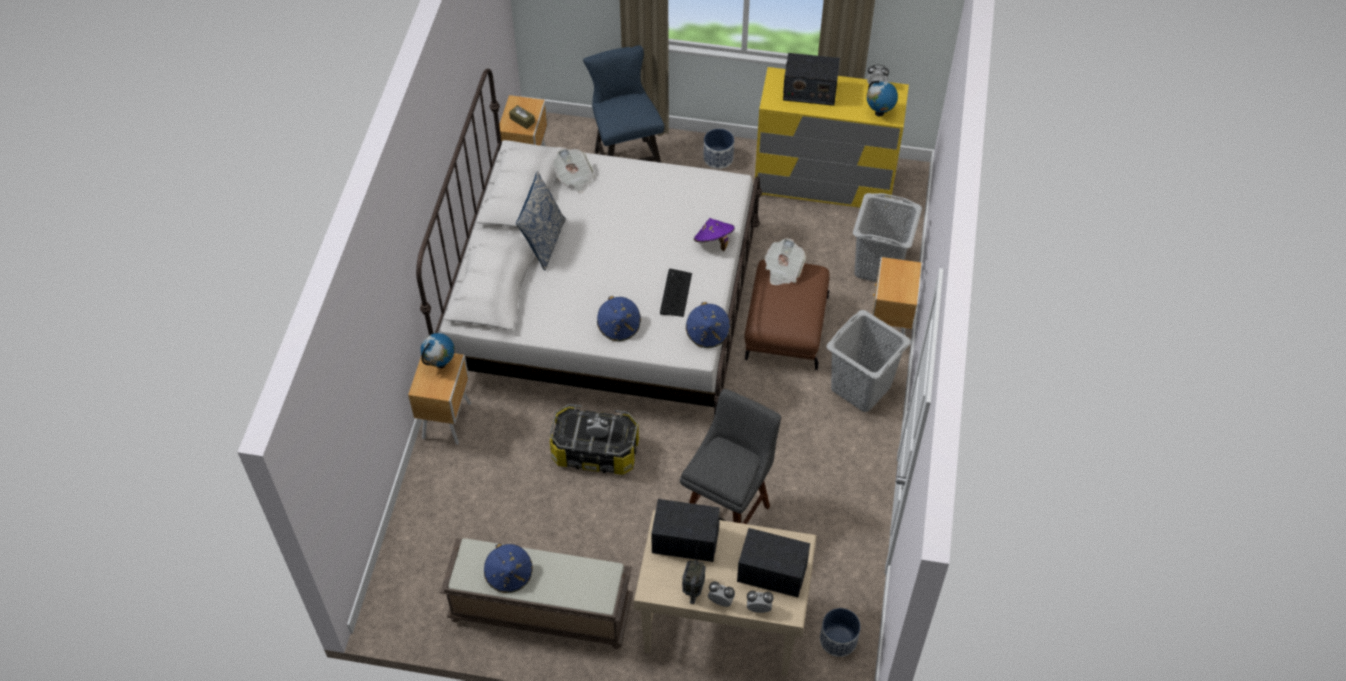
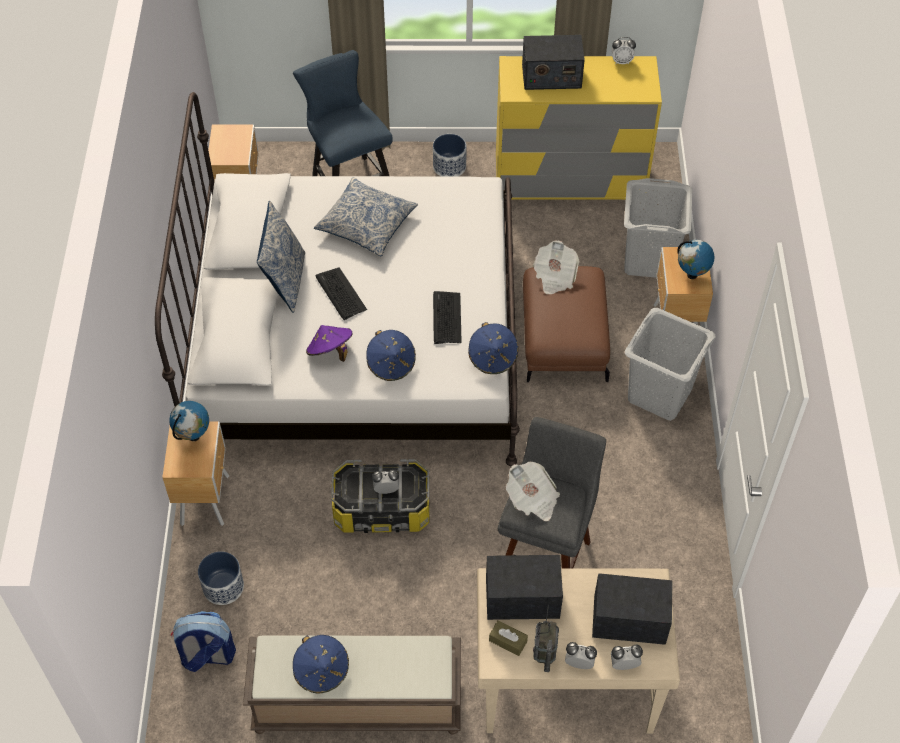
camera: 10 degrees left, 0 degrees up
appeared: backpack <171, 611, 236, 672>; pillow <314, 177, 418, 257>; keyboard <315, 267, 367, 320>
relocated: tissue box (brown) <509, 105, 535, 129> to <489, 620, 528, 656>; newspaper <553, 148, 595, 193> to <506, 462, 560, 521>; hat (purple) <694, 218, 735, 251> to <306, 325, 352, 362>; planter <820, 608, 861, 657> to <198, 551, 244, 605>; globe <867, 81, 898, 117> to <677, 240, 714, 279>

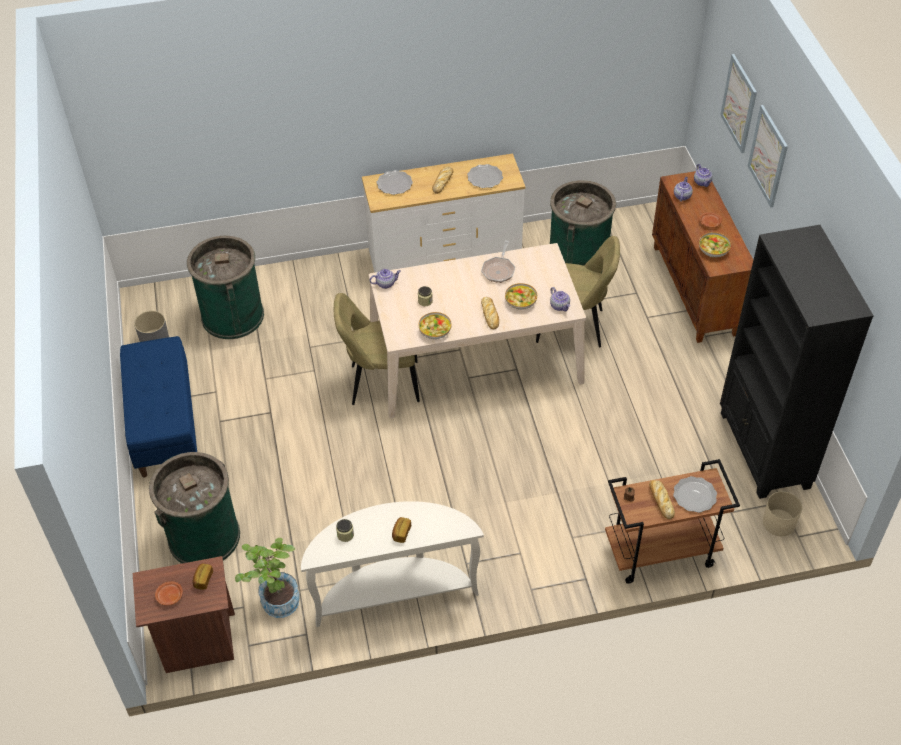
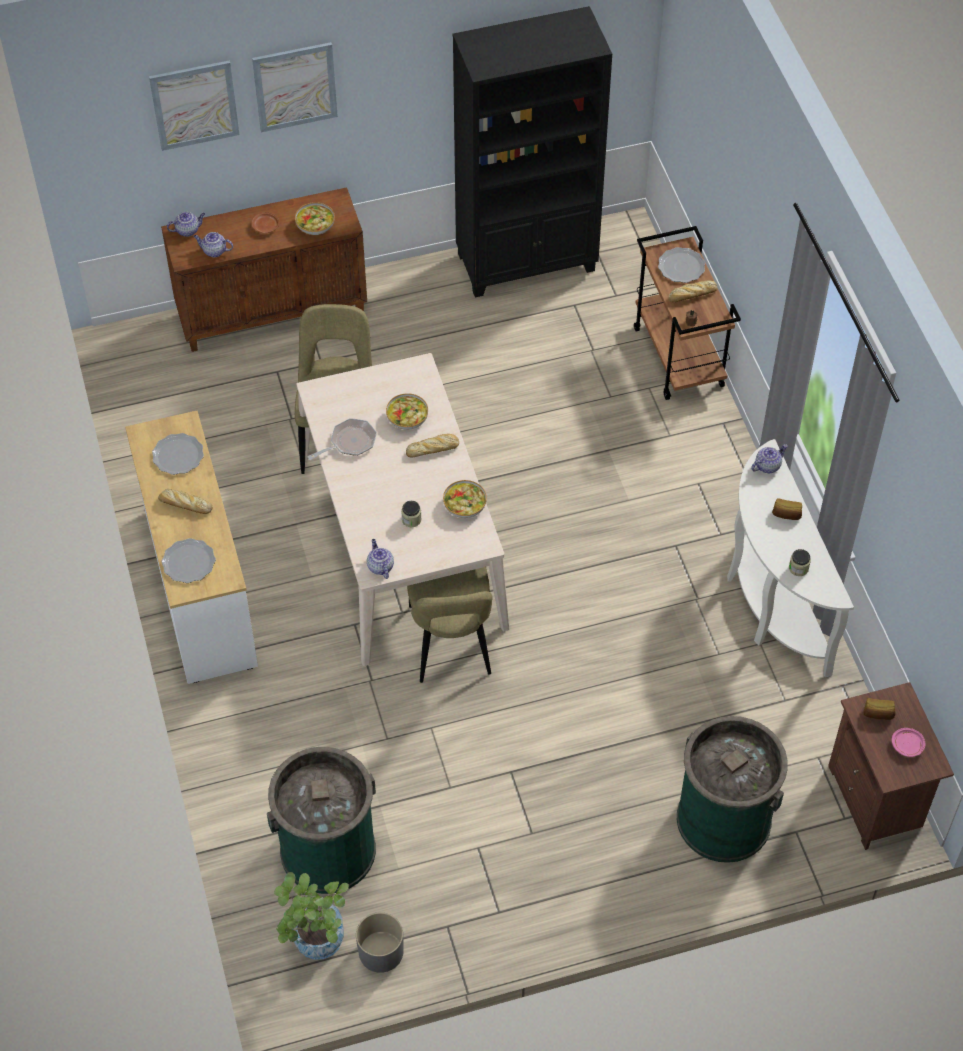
camera: 95 degrees left, 5 degrees up
missing: bench (blue) <120, 336, 197, 477>; trash can (green) <550, 180, 616, 273>; planter (beige) <763, 491, 802, 536>
relocated: potted plant <235, 538, 300, 618> to <274, 872, 349, 960>; teapot <550, 287, 570, 311> to <751, 444, 788, 473>
colour: plate (brown) <155, 581, 183, 605> to plate (pink) <892, 728, 925, 757>
spun: frying pan <481, 240, 515, 283> = <307, 418, 377, 460> 45 degrees counterclockwise

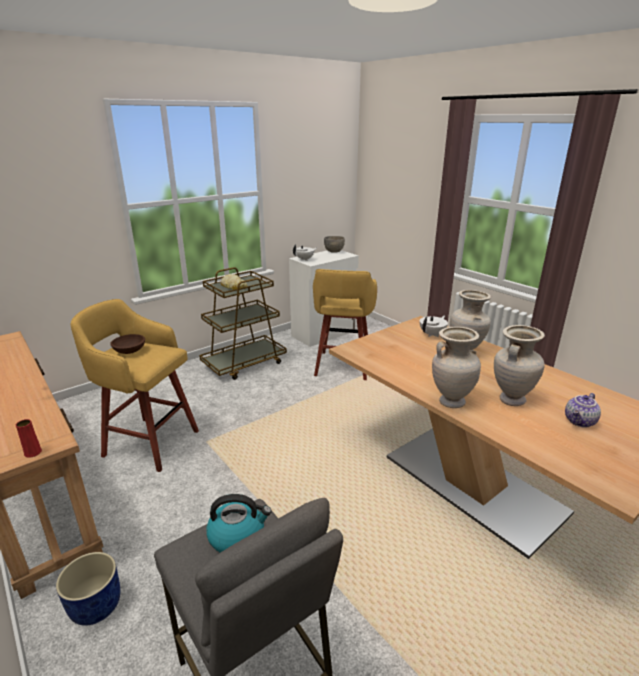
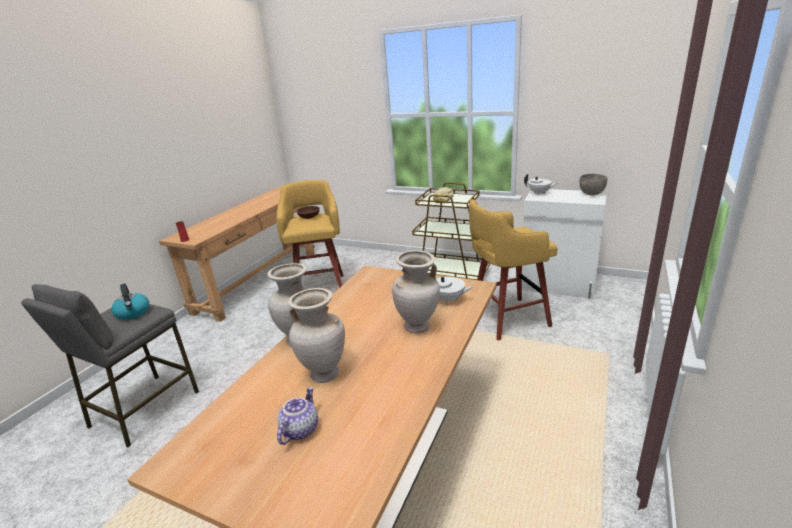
camera: 65 degrees right, 0 degrees up
missing: planter (blue) <56, 552, 120, 626>
spun: teapot <565, 393, 601, 428> = <277, 387, 318, 445> 90 degrees clockwise

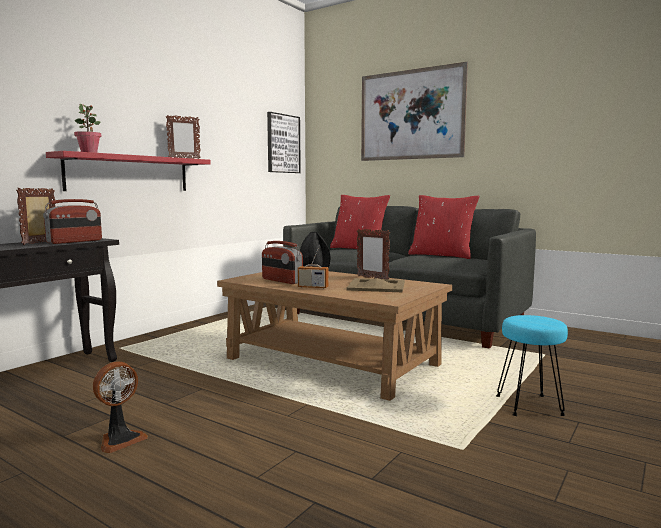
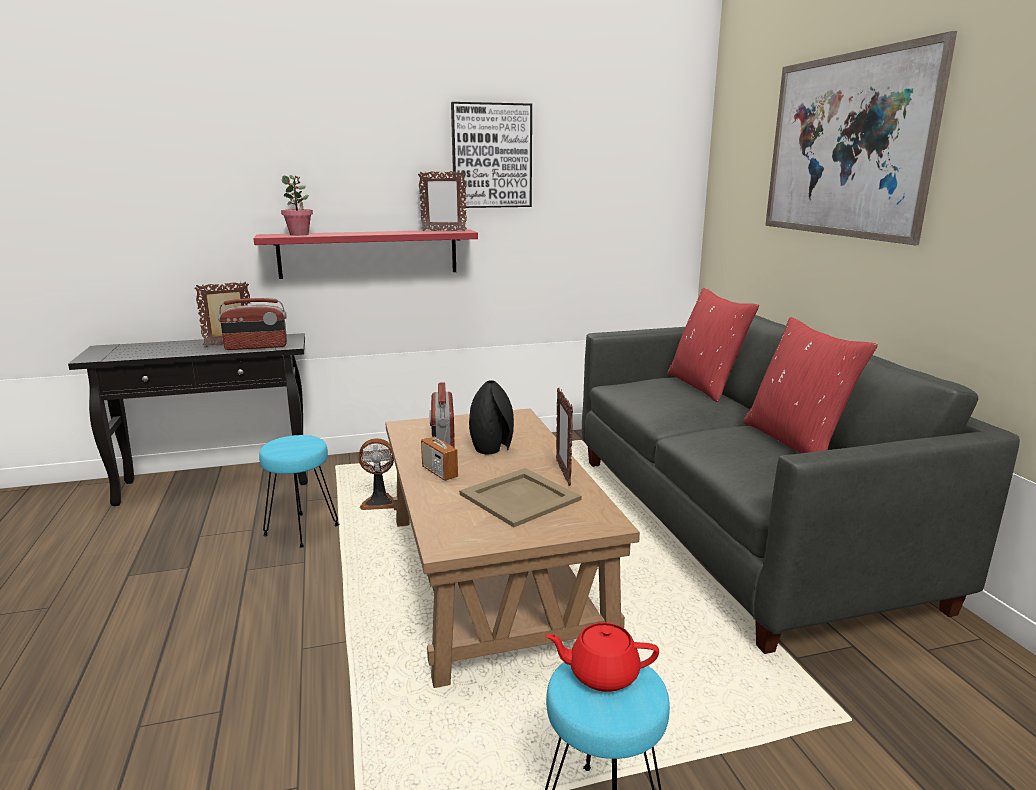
camera: 40 degrees right, 10 degrees up
appeared: stool (turquoise) <259, 435, 339, 548>; teapot (red) <545, 623, 659, 692>
relocated: fan <93, 362, 148, 453> to <359, 438, 394, 510>; picture <267, 112, 301, 173> to <451, 102, 532, 208>

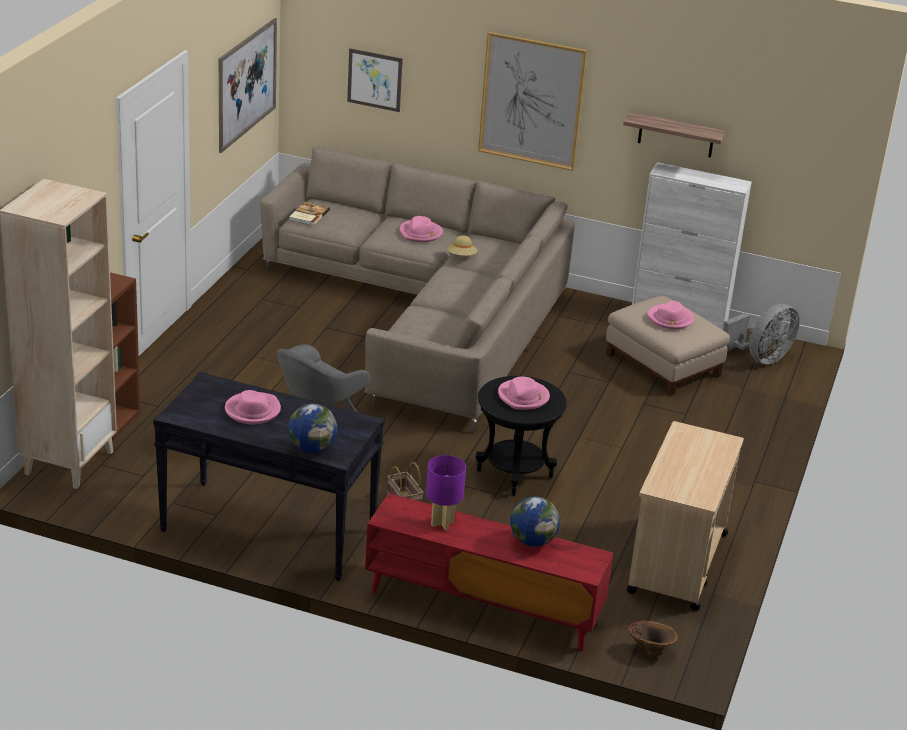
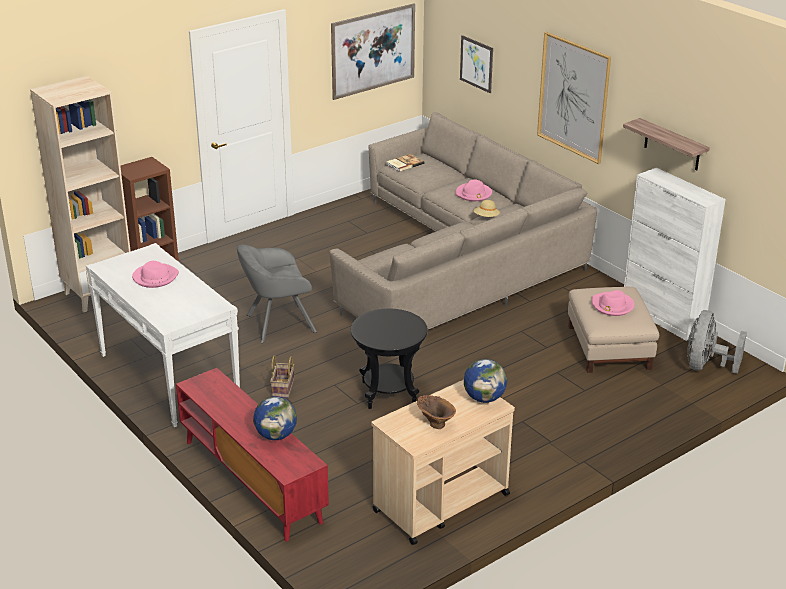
camera: 35 degrees right, 0 degrees up
missing: table lamp (purple) <426, 455, 466, 531>; hat (pink) <498, 376, 550, 410>
relocated: globe <288, 404, 338, 453> to <464, 359, 507, 403>; vase (brown) <628, 620, 678, 656> to <417, 395, 456, 429>
colour: console table (black) <153, 372, 385, 581> to console table (white) <86, 243, 240, 427>
spun: fan (grey) <723, 304, 800, 365> = <687, 310, 747, 374> 120 degrees clockwise

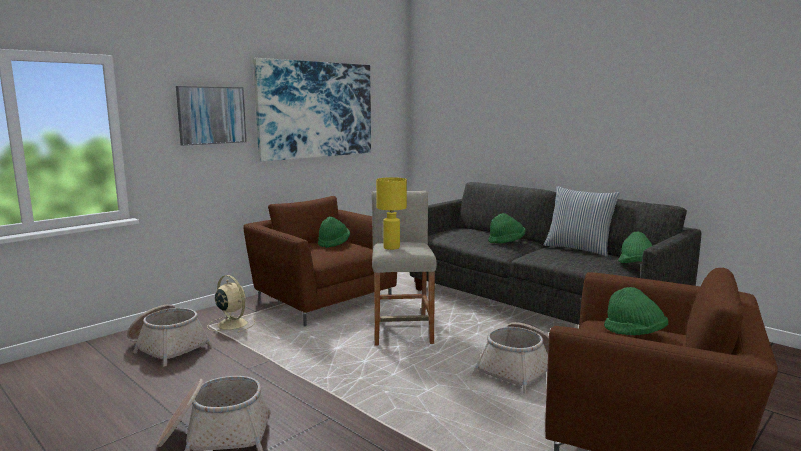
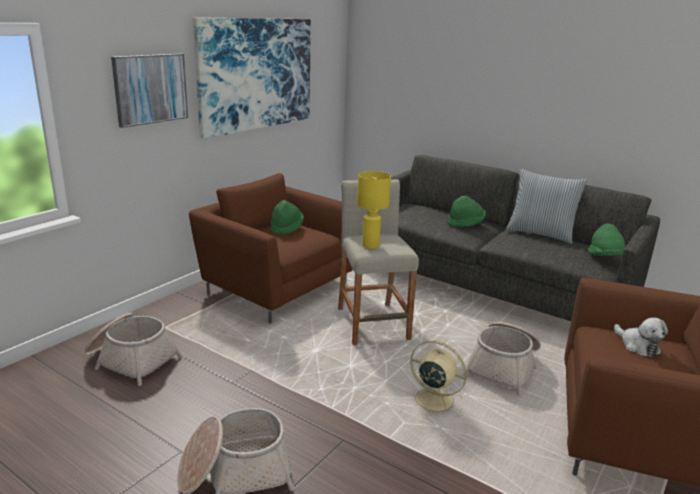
camera: 10 degrees left, 10 degrees up
relocated: fan (beige) <207, 275, 255, 333> to <404, 341, 467, 416>
exchanged: hat (green) <604, 287, 668, 335> to plush toy <614, 318, 668, 357>

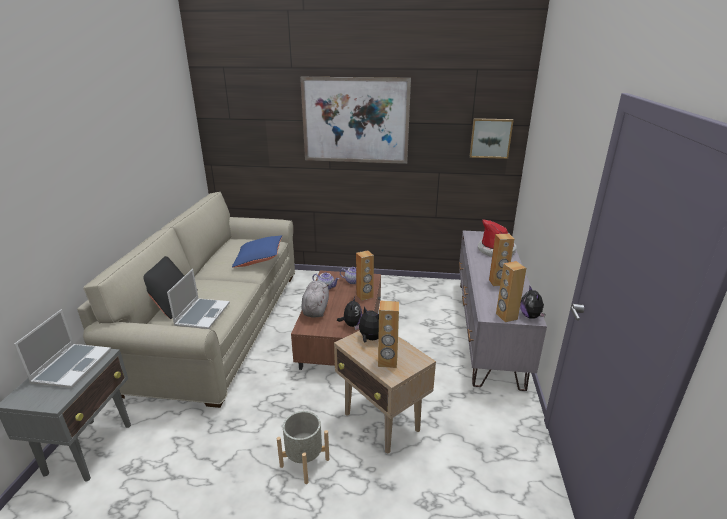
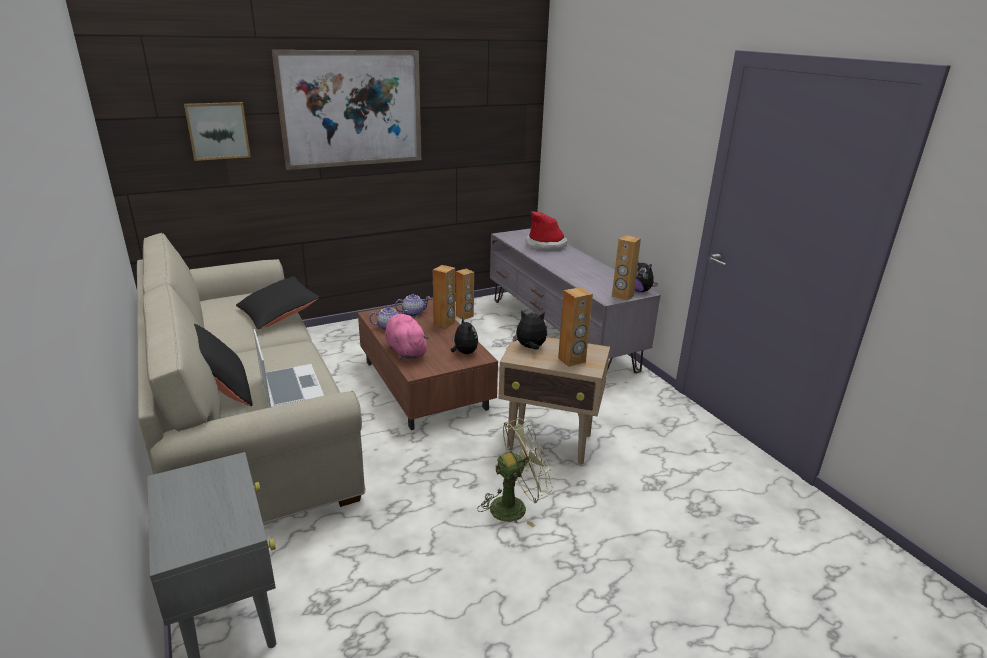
camera: 35 degrees left, 0 degrees up
missing: laptop <14, 309, 111, 388>
relocated: picture <470, 118, 514, 159> to <184, 102, 251, 161>; speaker (brown) <489, 234, 514, 286> to <456, 268, 474, 320>
exchanged: planter (grey) <277, 411, 329, 484> to fan (green) <477, 418, 553, 528>
colour: pillow (blue) <232, 235, 282, 268> to pillow (black) <236, 276, 320, 330>; plush toy (grey) <301, 281, 329, 317> to plush toy (pink) <385, 314, 429, 360>

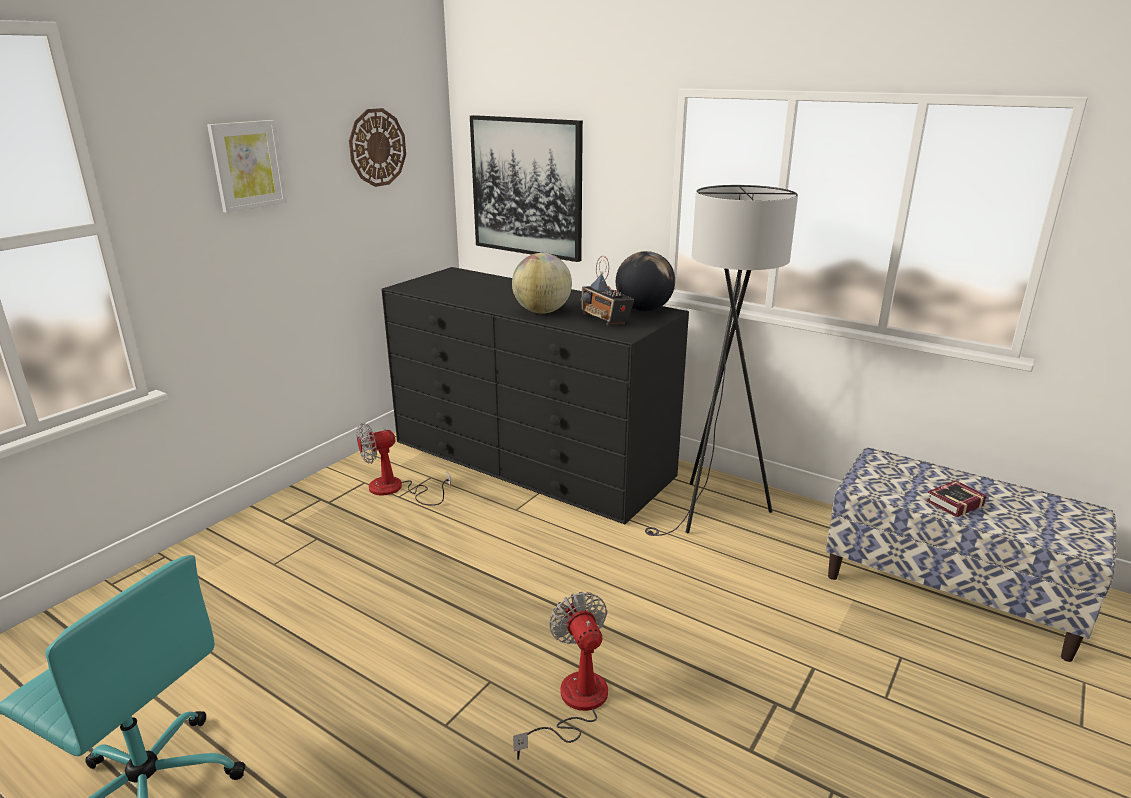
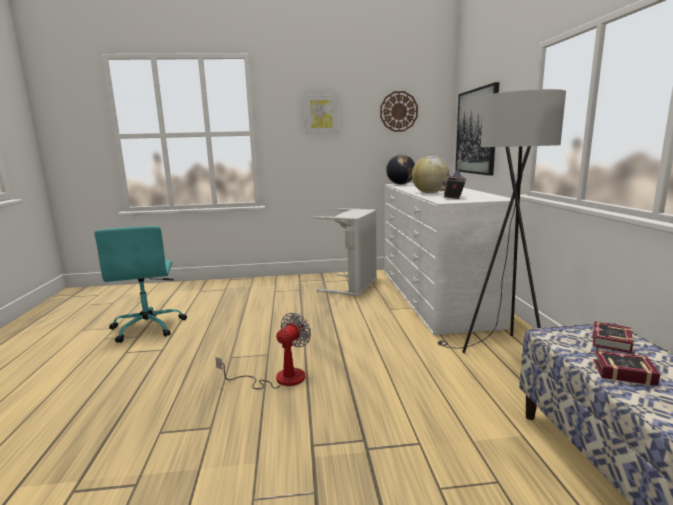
camera: 50 degrees right, 10 degrees down
appeared: book <593, 322, 634, 354>
relocated: globe <616, 251, 675, 311> to <386, 155, 415, 184>
exchanged: fan <357, 423, 451, 506> to laundry basket (grey) <313, 208, 377, 296>
colour: dresser (black) <382, 267, 689, 524> to dresser (white) <385, 183, 516, 335>

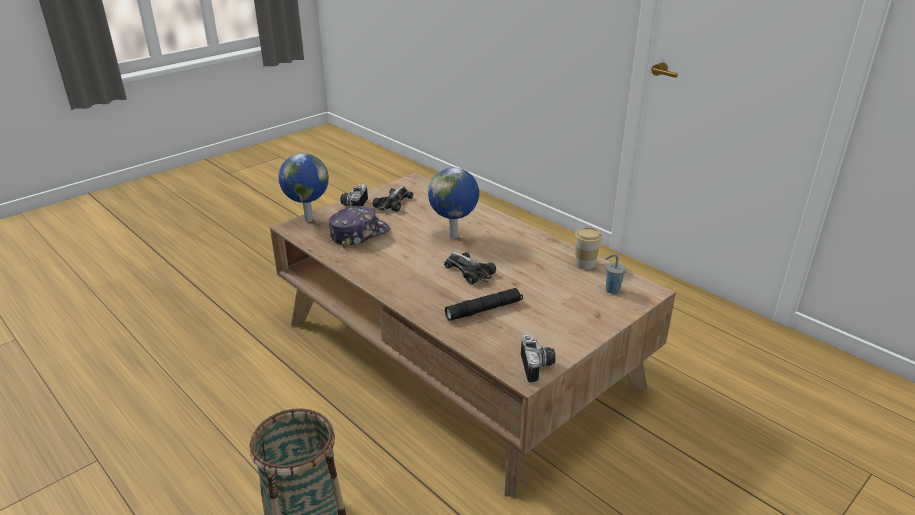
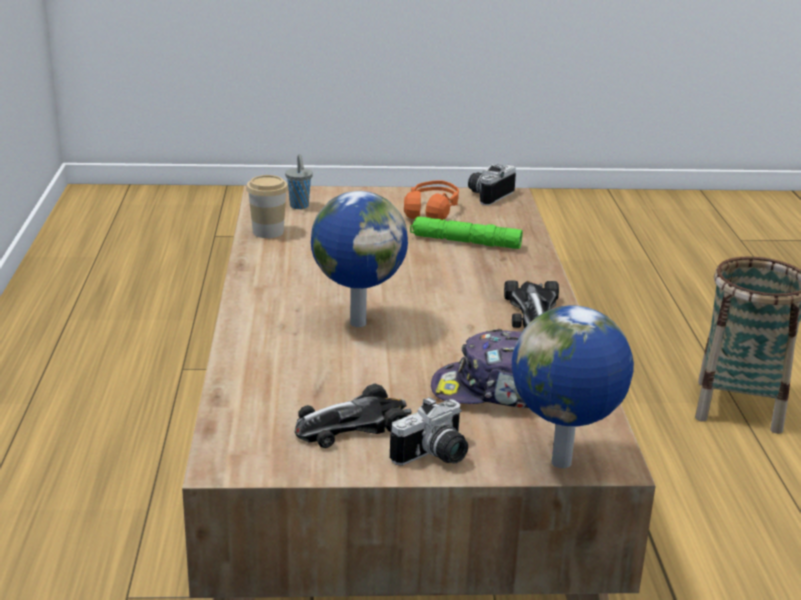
camera: 140 degrees left, 5 degrees down
appeared: headphones (orange) <404, 180, 459, 220>
relocated: toy car <444, 252, 496, 284> to <504, 280, 559, 328>
colour: flashlight (black) <445, 288, 523, 321> to flashlight (green) <410, 217, 523, 249>

